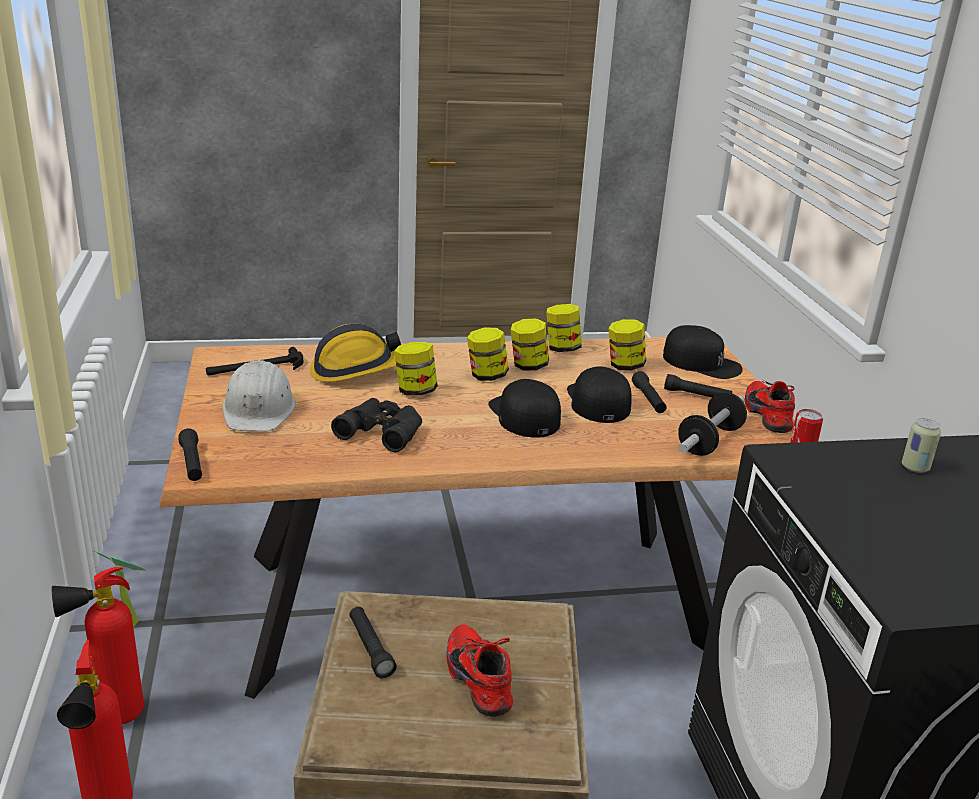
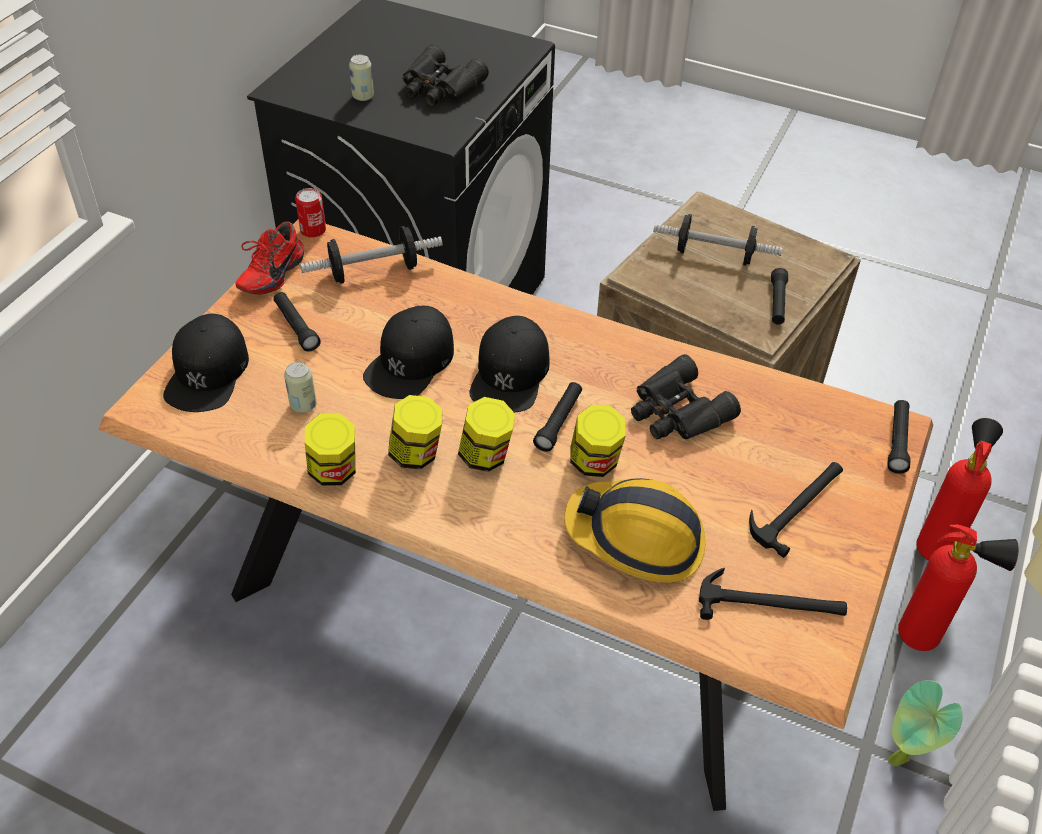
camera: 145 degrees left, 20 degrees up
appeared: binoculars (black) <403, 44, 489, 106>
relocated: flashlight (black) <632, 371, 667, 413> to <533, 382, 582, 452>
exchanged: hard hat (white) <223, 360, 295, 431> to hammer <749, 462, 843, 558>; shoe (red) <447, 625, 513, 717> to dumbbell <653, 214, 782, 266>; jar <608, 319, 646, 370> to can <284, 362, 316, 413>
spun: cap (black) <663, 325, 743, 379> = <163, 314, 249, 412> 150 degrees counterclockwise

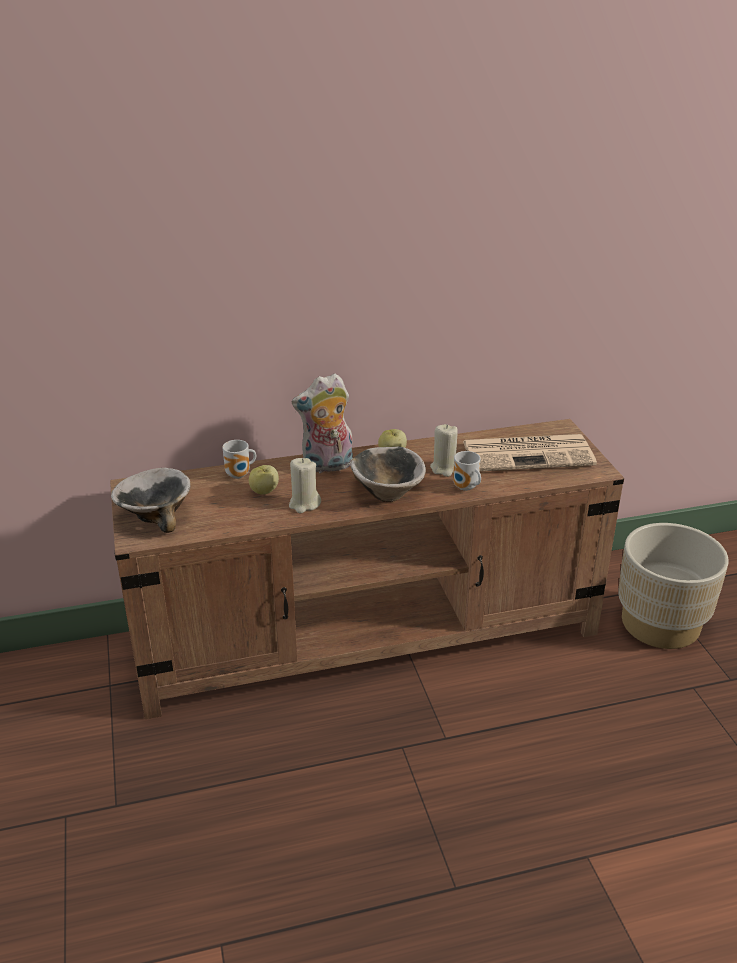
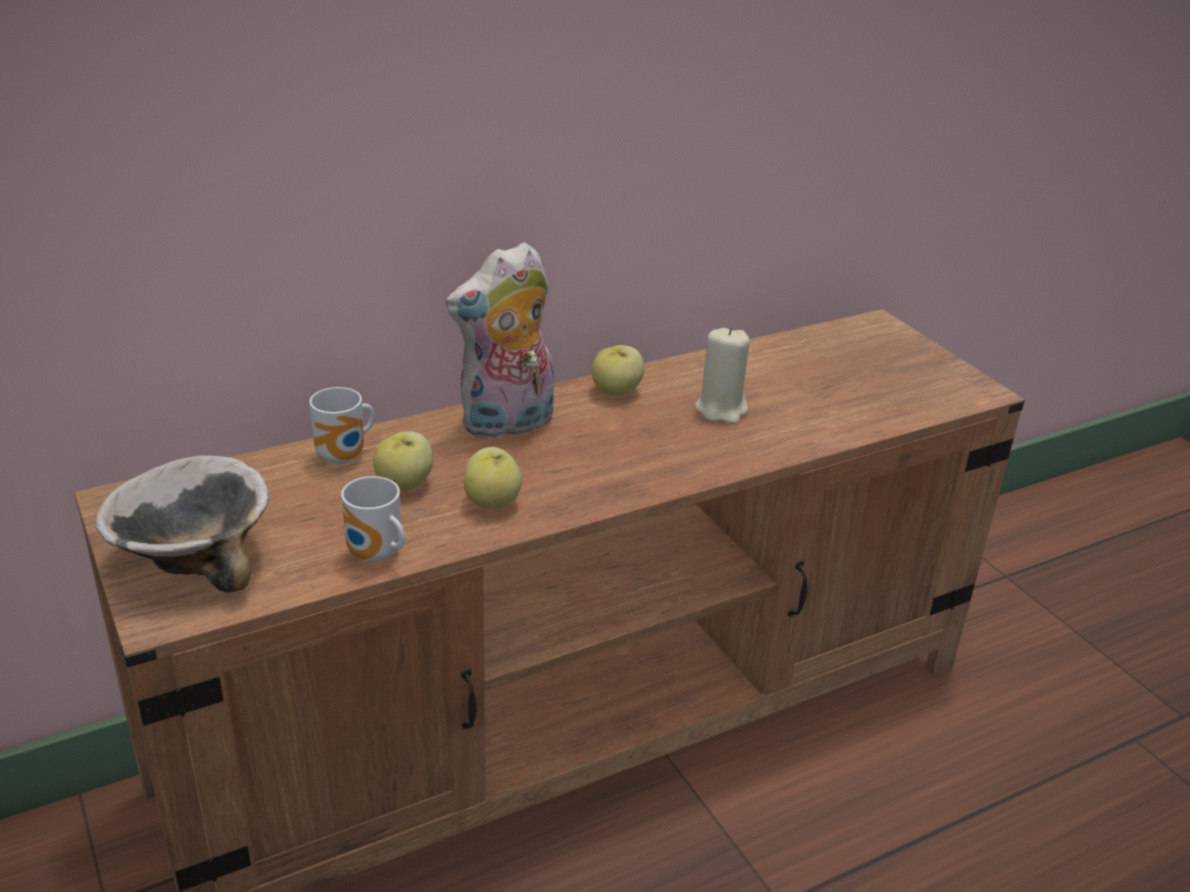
camera: 15 degrees left, 0 degrees up
missing: bowl <351, 446, 426, 502>; newspaper <463, 434, 597, 471>; planter (beige) <618, 523, 729, 649>
relocated: mug <453, 451, 481, 491> to <341, 476, 405, 562>
exchanged: candle (beige) <289, 458, 321, 513> to apple <464, 447, 522, 509>

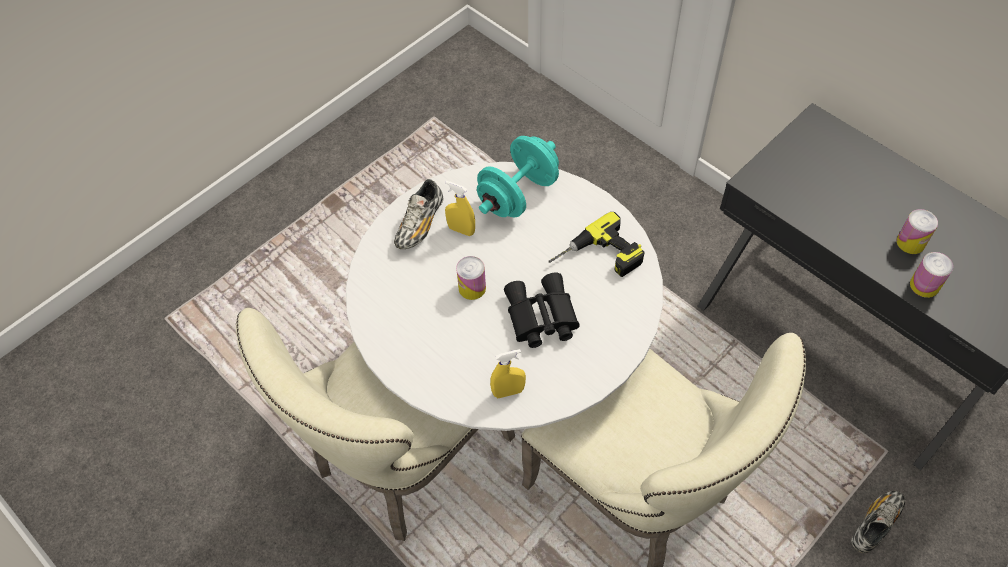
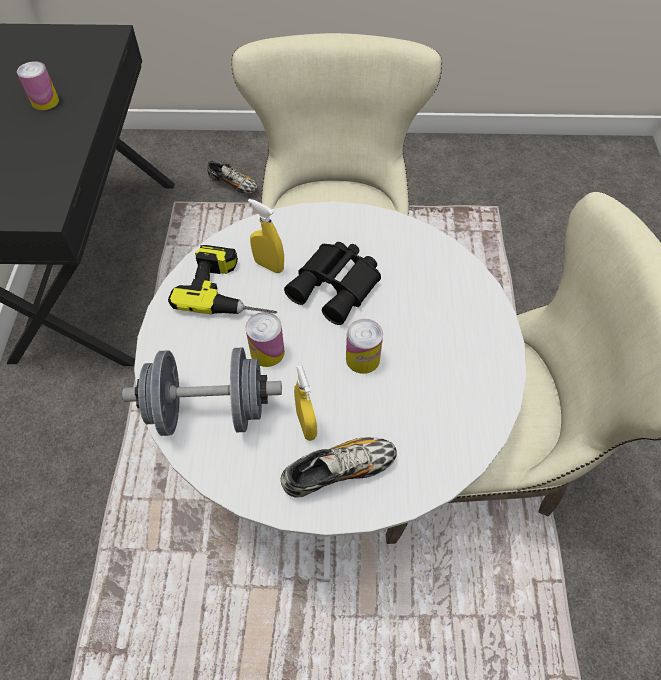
camera: 135 degrees left, 0 degrees up
relocated: spray bottle (yellow) <490, 349, 526, 398> to <248, 199, 284, 273>; can <910, 252, 953, 298> to <245, 312, 285, 367>
colour: dumbbell (turquoise) <477, 136, 559, 217> to dumbbell (grey) <122, 348, 282, 436>
spun: shoe <851, 491, 905, 553> = <207, 160, 258, 194> 150 degrees counterclockwise

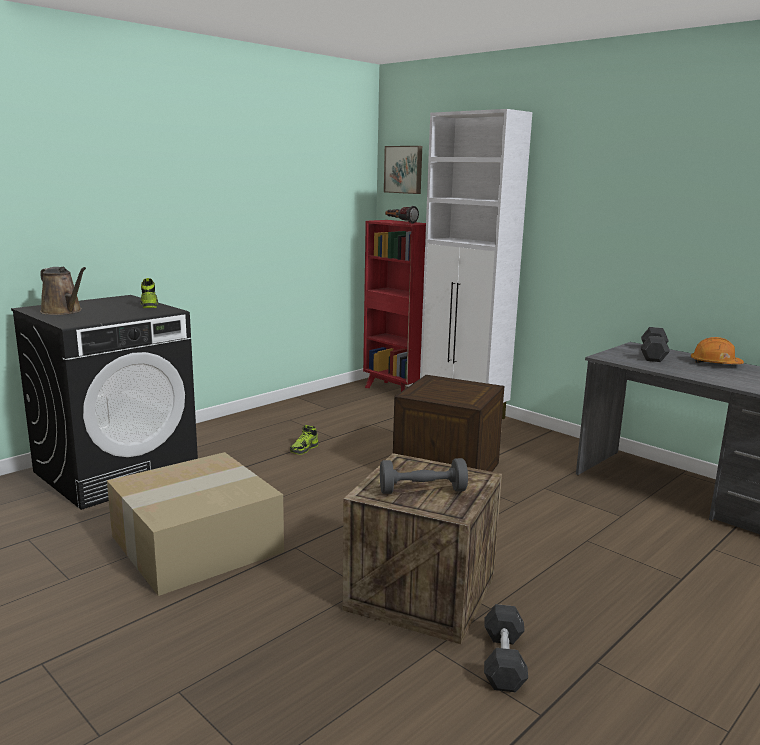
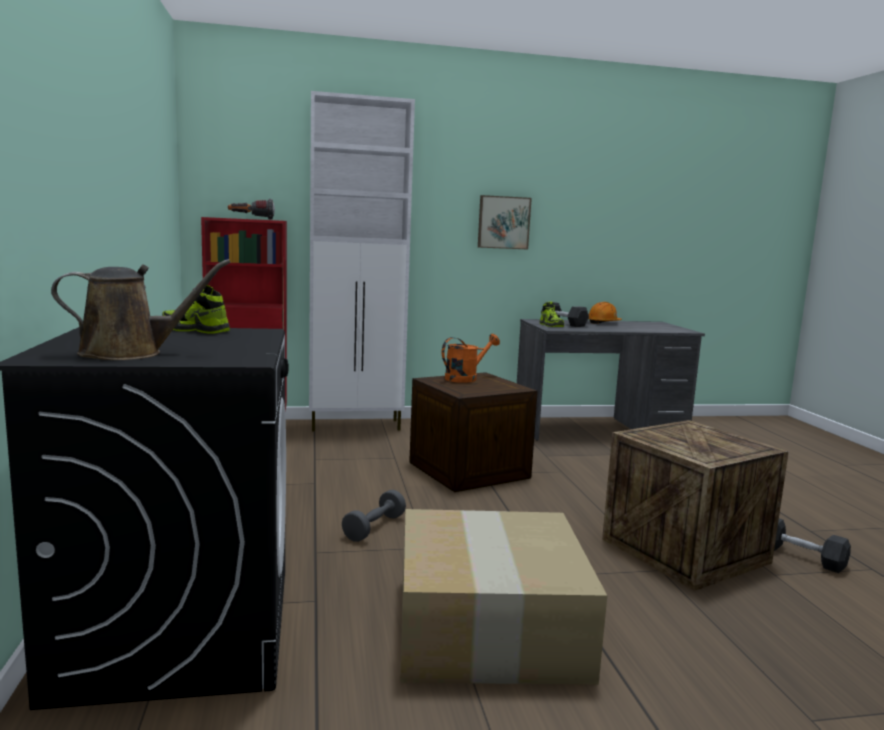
camera: 55 degrees left, 5 degrees down
appeared: watering can (orange) <442, 334, 500, 383>
relocated: shoe <290, 424, 318, 455> to <540, 302, 564, 327>; dumbbell (grey) <380, 458, 468, 494> to <342, 490, 406, 542>; picture <384, 146, 422, 194> to <478, 195, 532, 249>

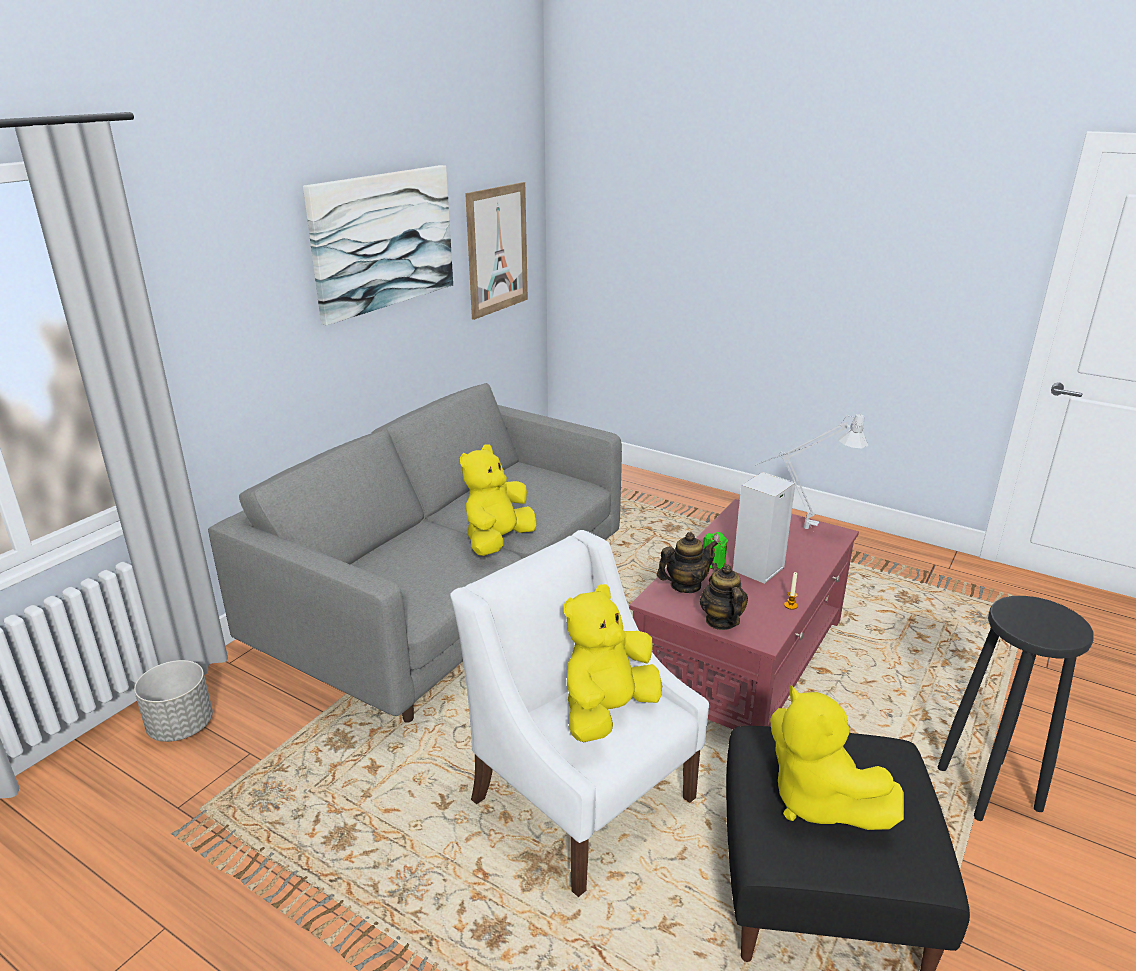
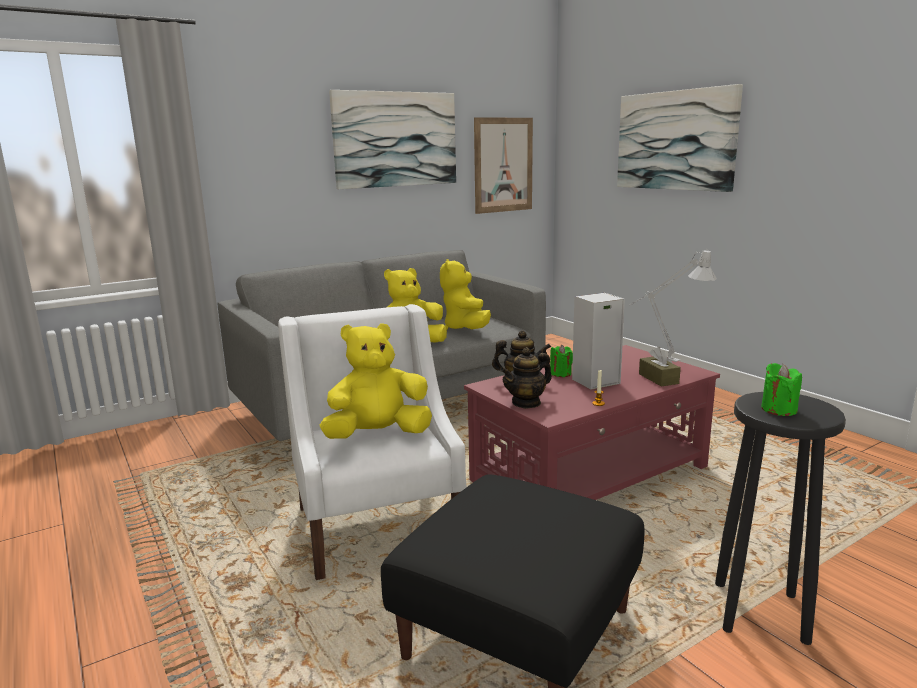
camera: 25 degrees right, 10 degrees down
missing: planter (grey) <134, 660, 213, 742>
appeared: picture <617, 84, 743, 192>; tissue box (brown) <639, 347, 681, 387>; candle (green) <761, 363, 802, 416>
relocated: plush toy (yellow) <770, 685, 904, 830> to <440, 259, 491, 329>
spun: teapot <700, 563, 748, 630> = <500, 347, 552, 409> 135 degrees counterclockwise

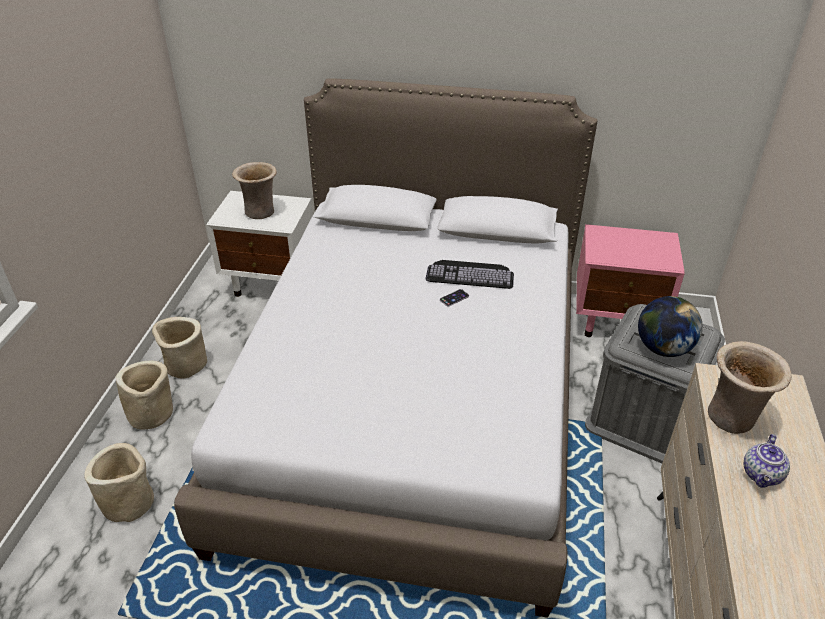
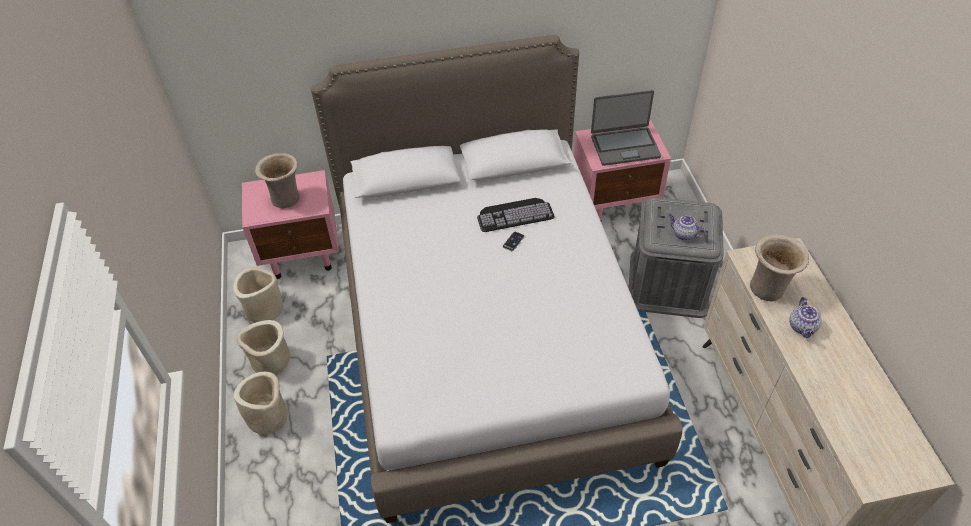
camera: 20 degrees left, 10 degrees up
appeared: laptop <591, 90, 661, 166>
relocated: planter (beige) <84, 443, 154, 522> to <233, 267, 283, 323>
exchanged: globe <638, 296, 703, 357> to teapot <668, 214, 706, 241>
colour: nightstand (white) <206, 191, 313, 297> to nightstand (pink) <242, 170, 339, 279>

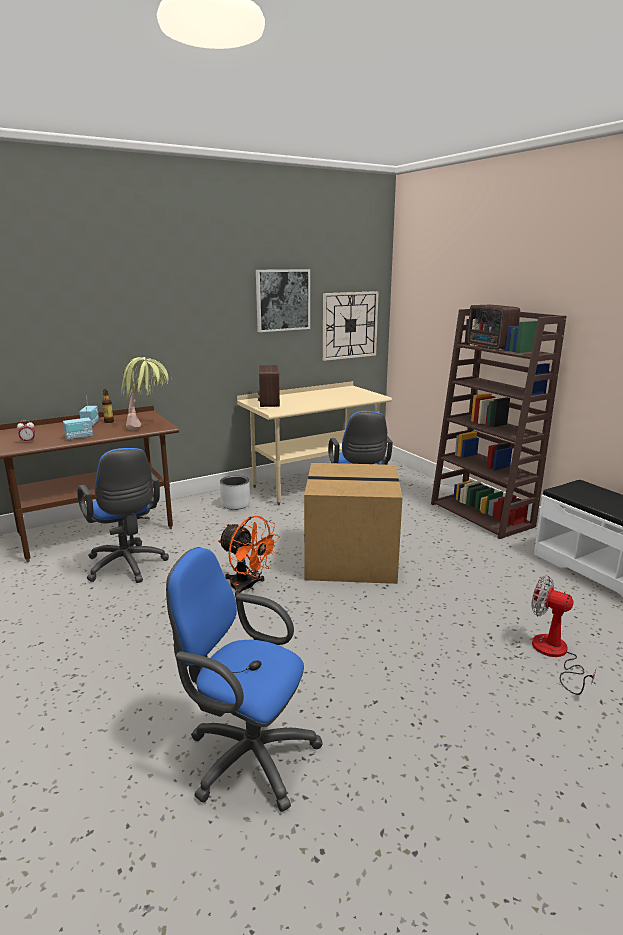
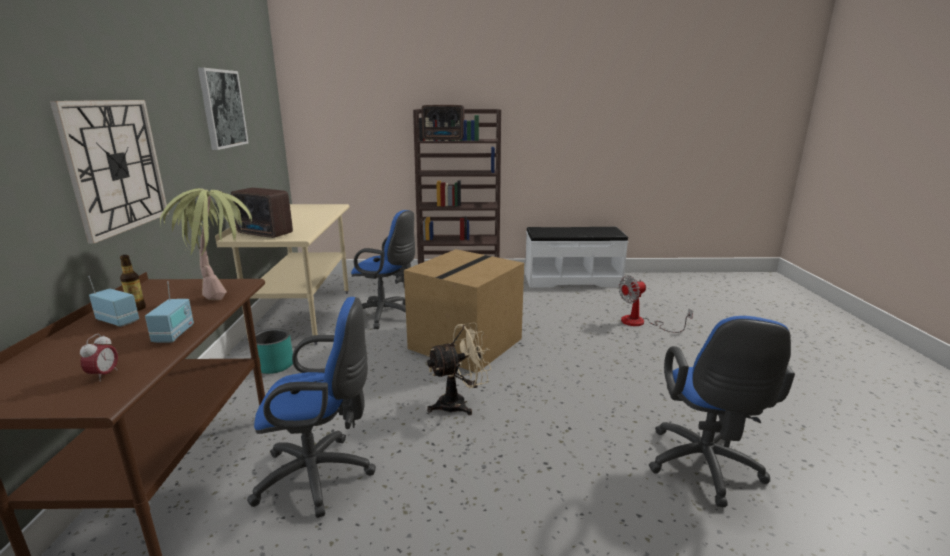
camera: 60 degrees left, 0 degrees up
relocated: wall clock <323, 291, 379, 361> to <50, 100, 169, 244>
colour: fan (orange) <218, 516, 280, 597> to fan (beige) <427, 322, 492, 415>; planter (grey) <220, 475, 250, 510> to planter (turquoise) <255, 328, 293, 374>
spun: office chair (blue) <166, 547, 323, 812> = <649, 316, 795, 507> 45 degrees counterclockwise

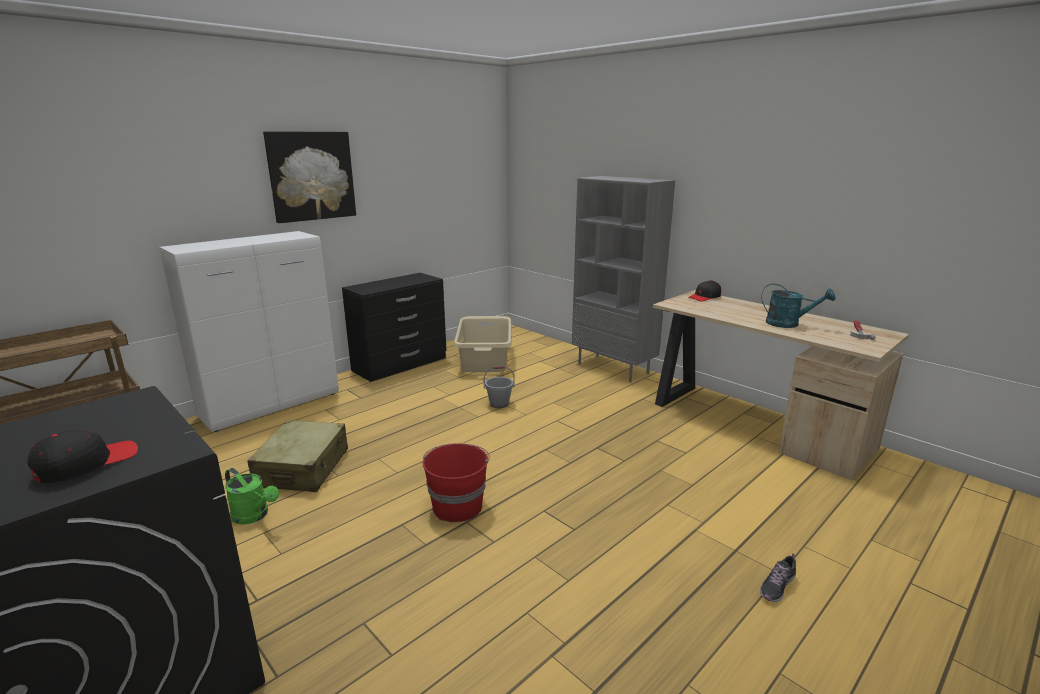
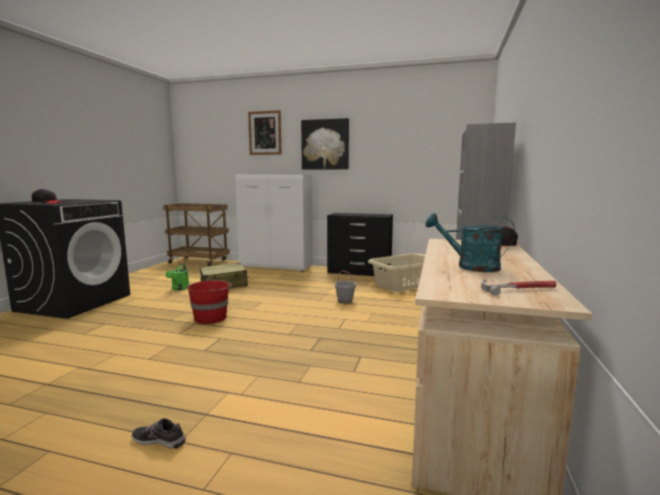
camera: 60 degrees right, 10 degrees down
appeared: picture <248, 110, 281, 155>
spun: watering can (turquoise) <761, 283, 836, 328> = <425, 213, 515, 272> 120 degrees clockwise

